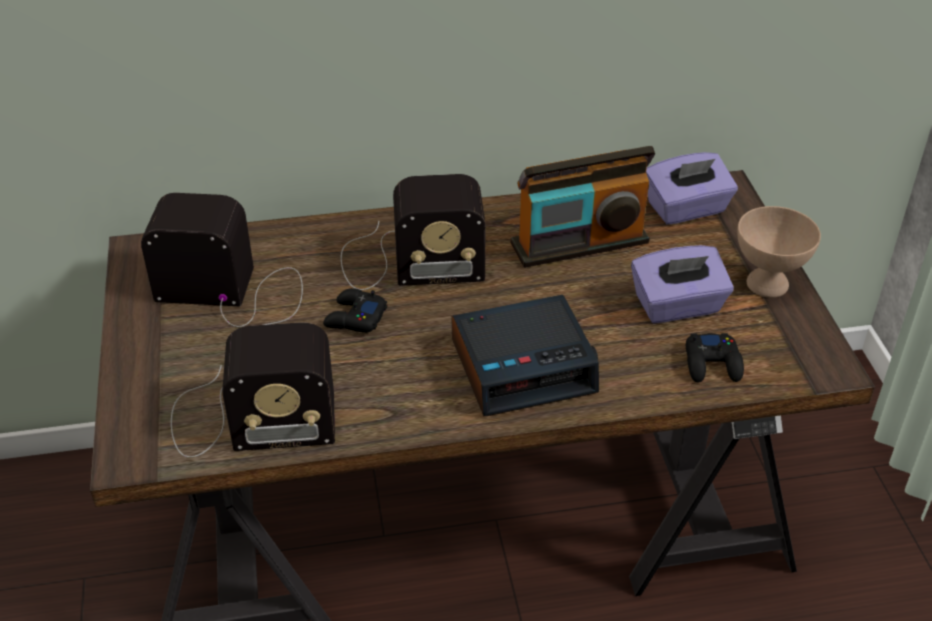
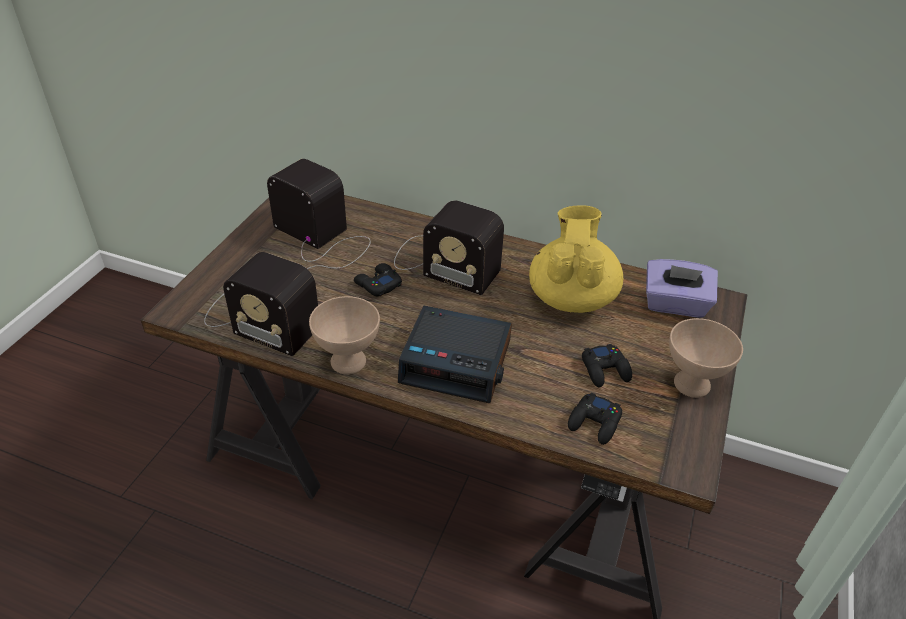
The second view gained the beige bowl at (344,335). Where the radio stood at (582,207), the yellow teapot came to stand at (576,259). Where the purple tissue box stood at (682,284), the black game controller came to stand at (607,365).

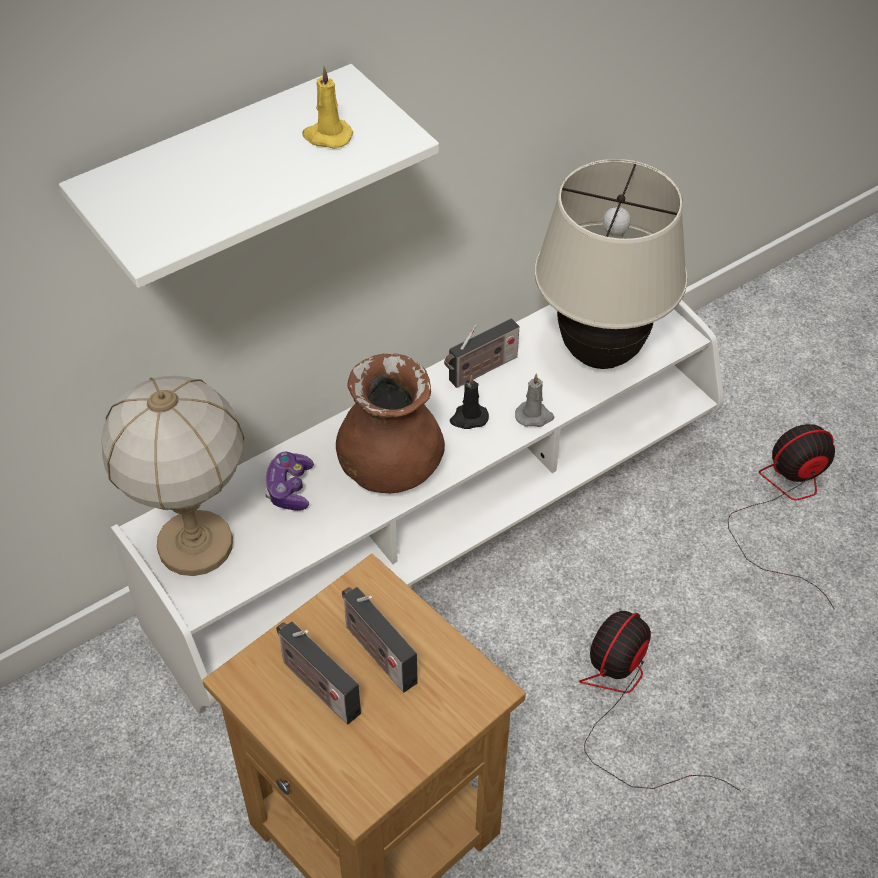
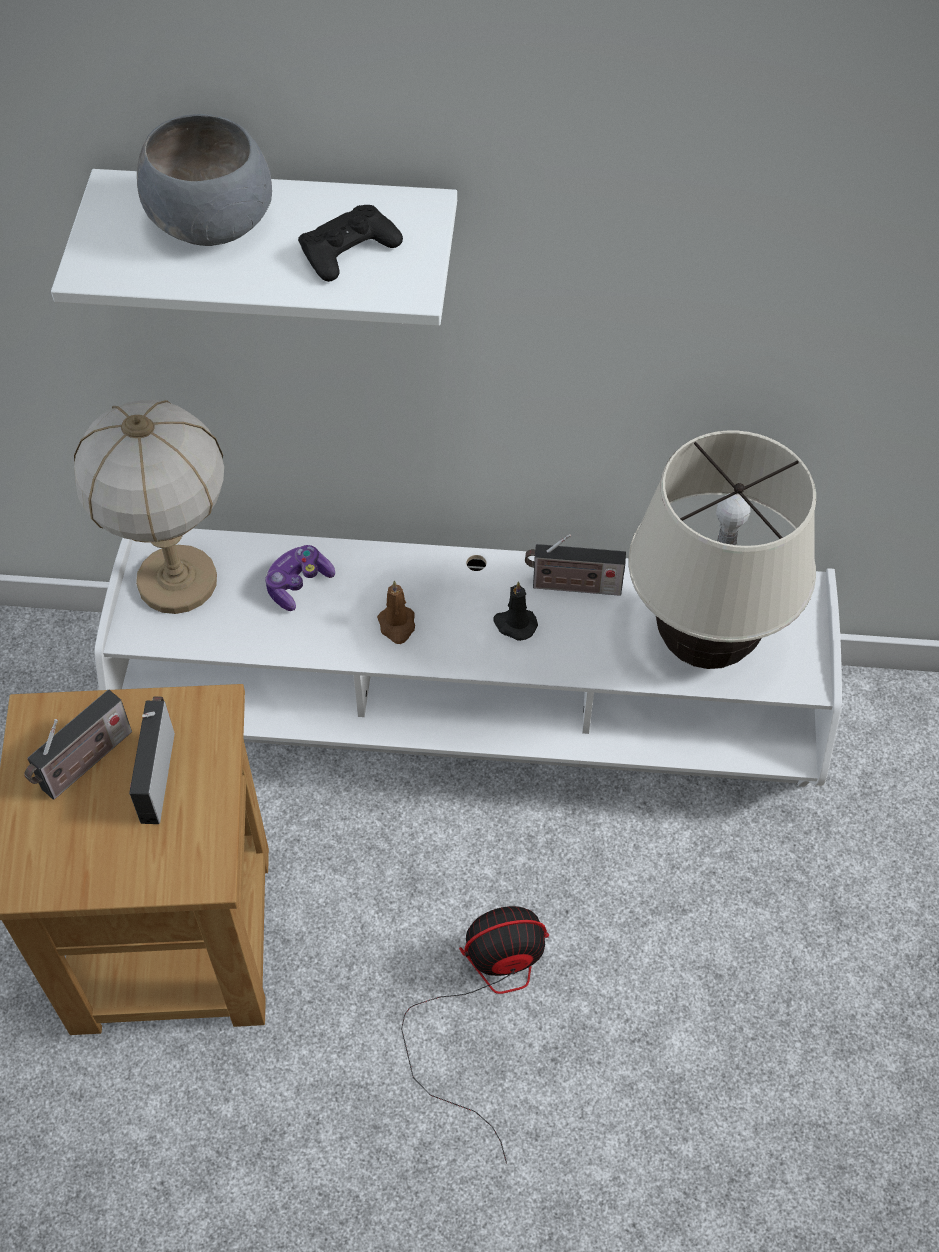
The radio at (318,673) ended up facing another way, 135 degrees counterclockwise from before. The second view gained the grey bowl at (204,180). Where the yellow candle stood at (327,107), the black game controller came to stand at (350,243). Where the brown vase stood at (390,423), the brown candle came to stand at (396,612). The second view lost the grey candle at (534,400). The second view lost the fan at (781,516).

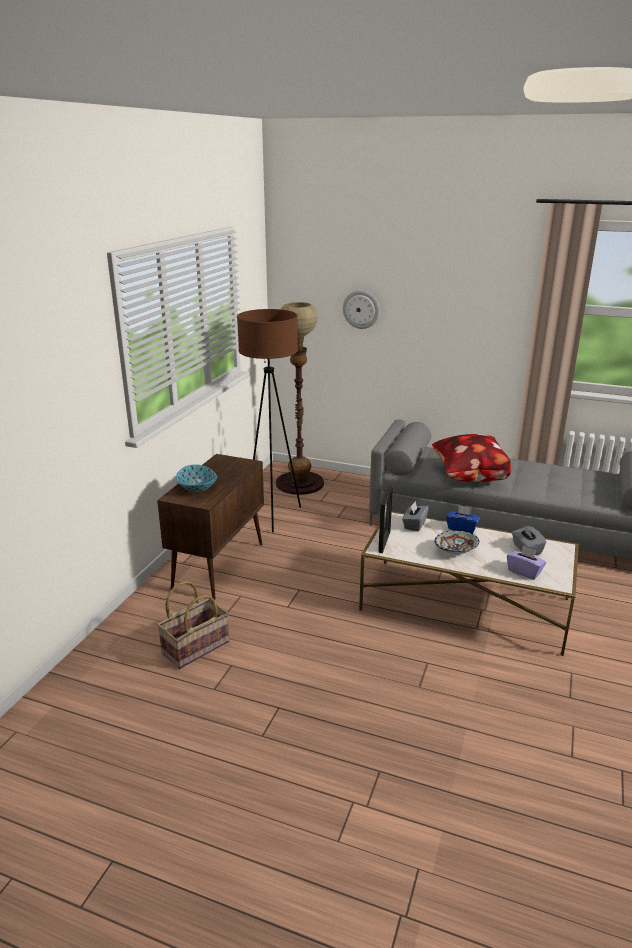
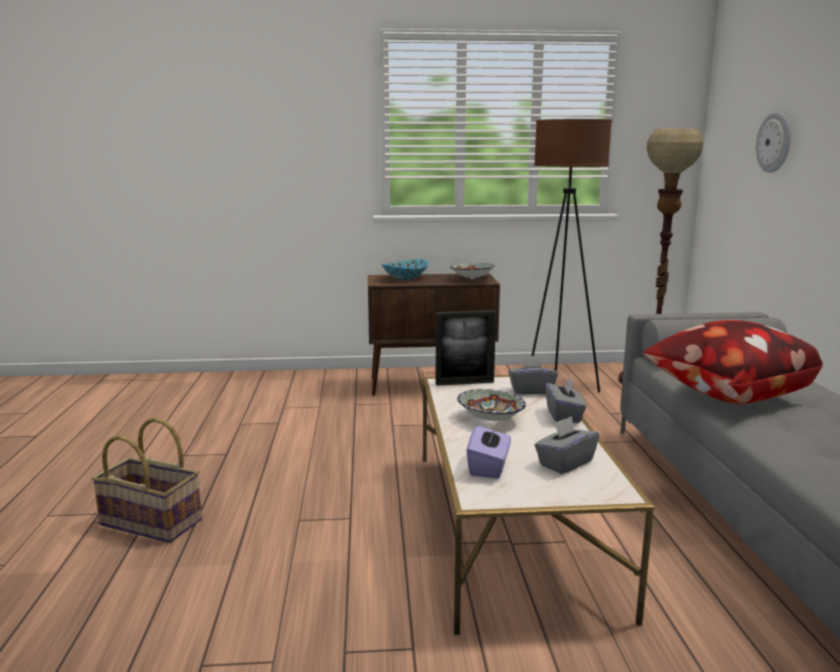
The basket ended up elsewhere, having gone from (193,625) to (147,480). The second view gained the bowl at (472,271). What was the blue tissue box at (463,519) turned into the grey tissue box at (565,400).

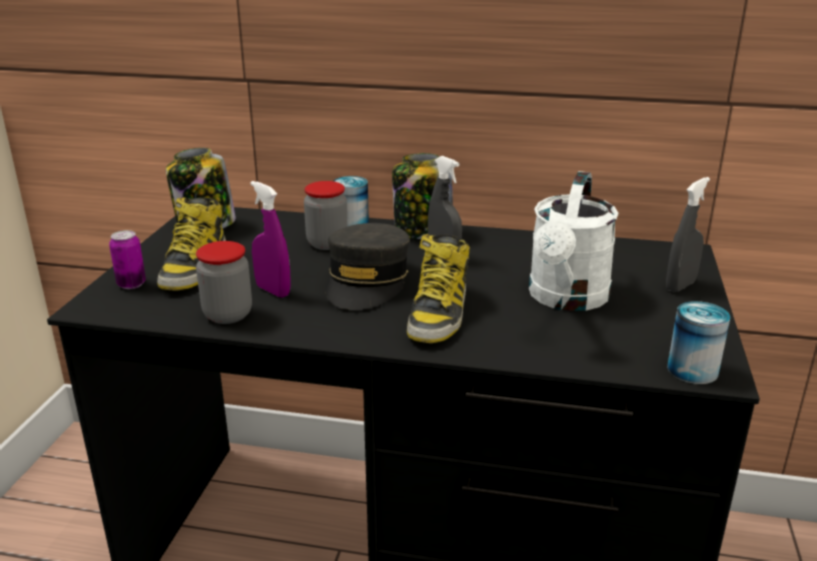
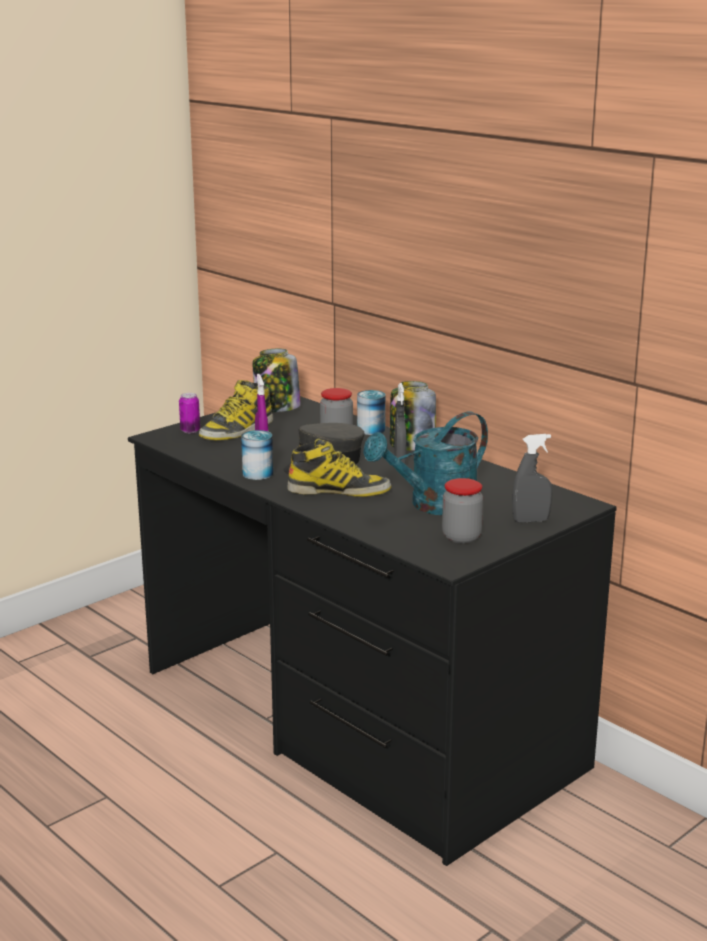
The can ended up elsewhere, having gone from (698,342) to (257,455). The boot at (438,288) ended up facing another way, 135 degrees counterclockwise from before. What was the white watering can at (574,241) turned into the turquoise watering can at (425,463). The jar ended up elsewhere, having gone from (224,282) to (462,511).

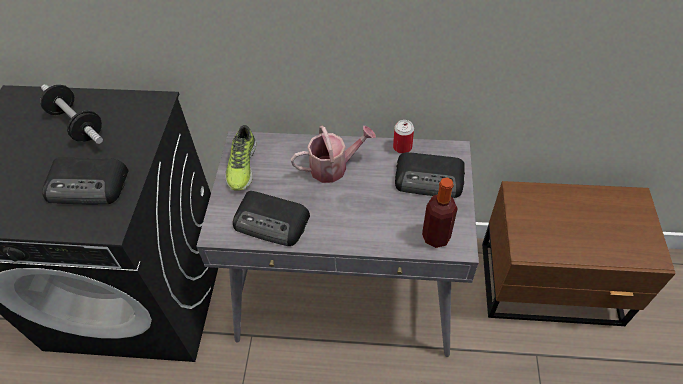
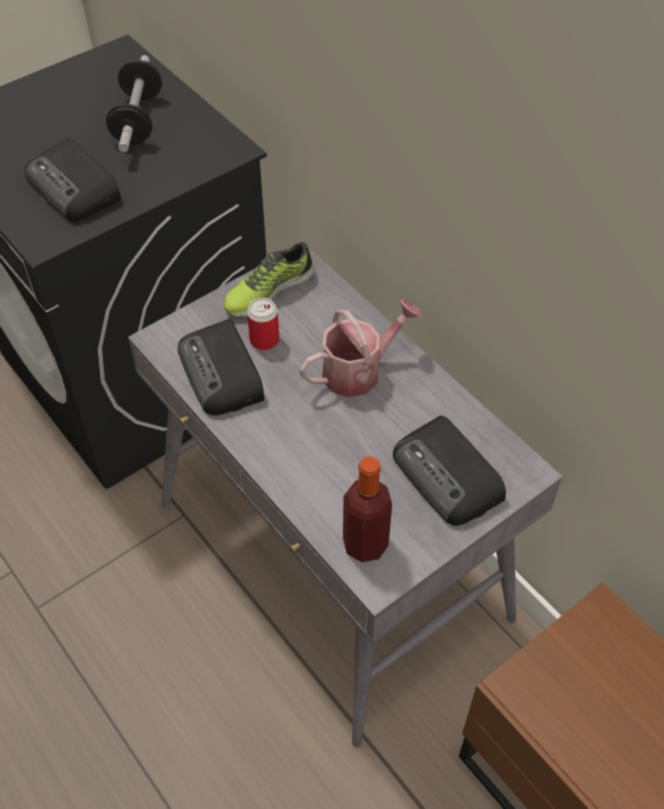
The can ended up elsewhere, having gone from (403,137) to (263,324). The watering can at (333,154) ended up facing another way, 60 degrees counterclockwise from before.

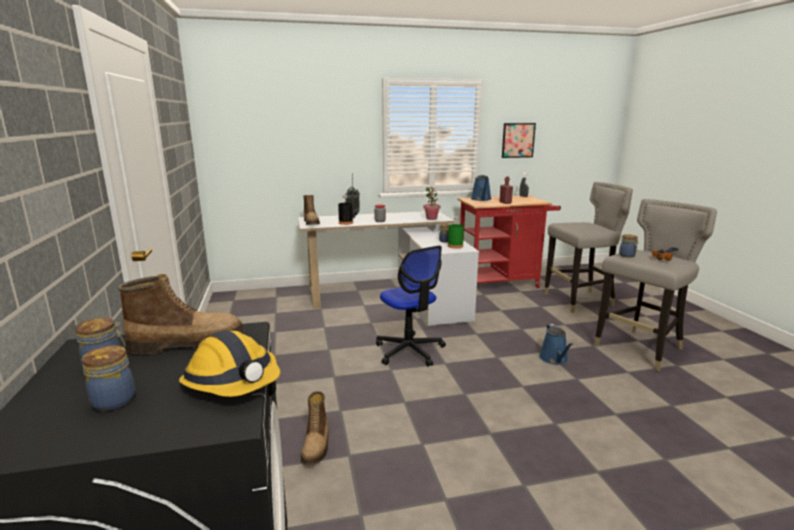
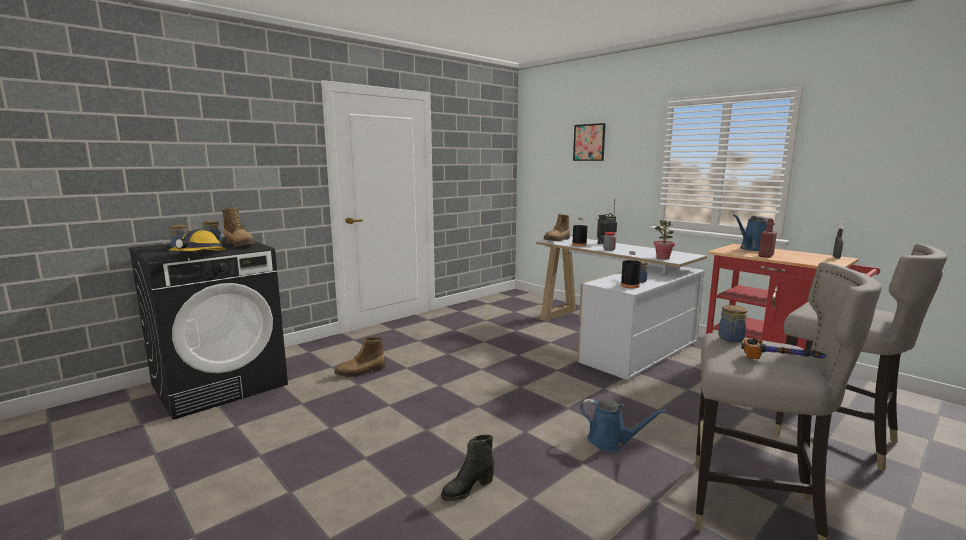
The second view gained the black boot at (467,468). The picture ended up elsewhere, having gone from (519,140) to (589,142). The blue watering can at (556,344) ended up facing another way, 120 degrees counterclockwise from before. What was the green bottle at (456,232) turned into the black bottle at (631,269). The second view lost the office chair at (411,306).

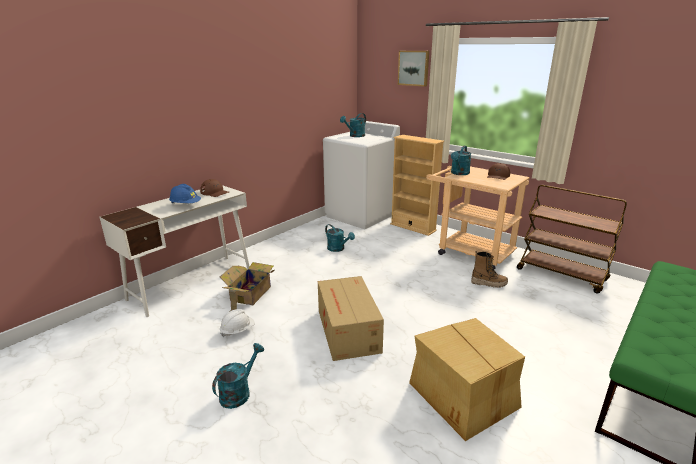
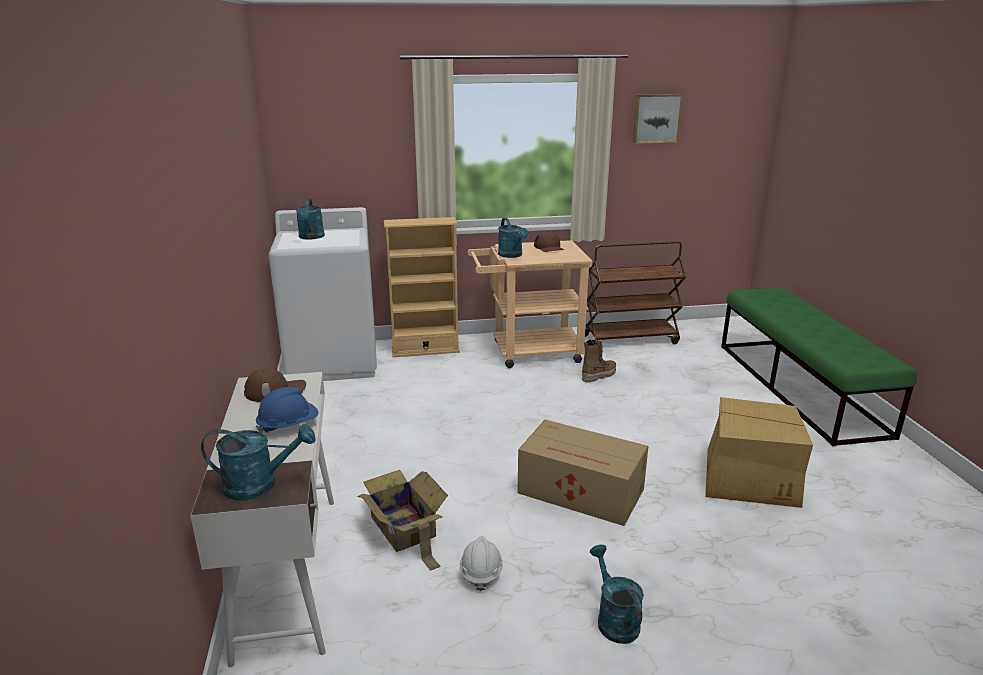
The turquoise watering can ended up elsewhere, having gone from (340,238) to (258,462). The picture ended up elsewhere, having gone from (413,69) to (658,119).

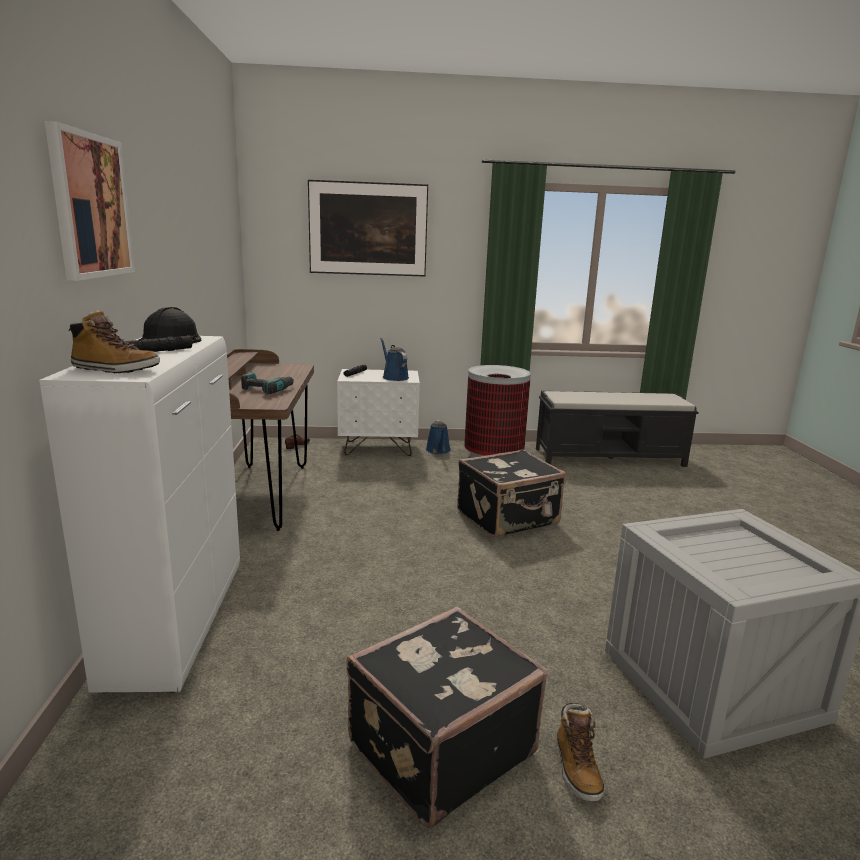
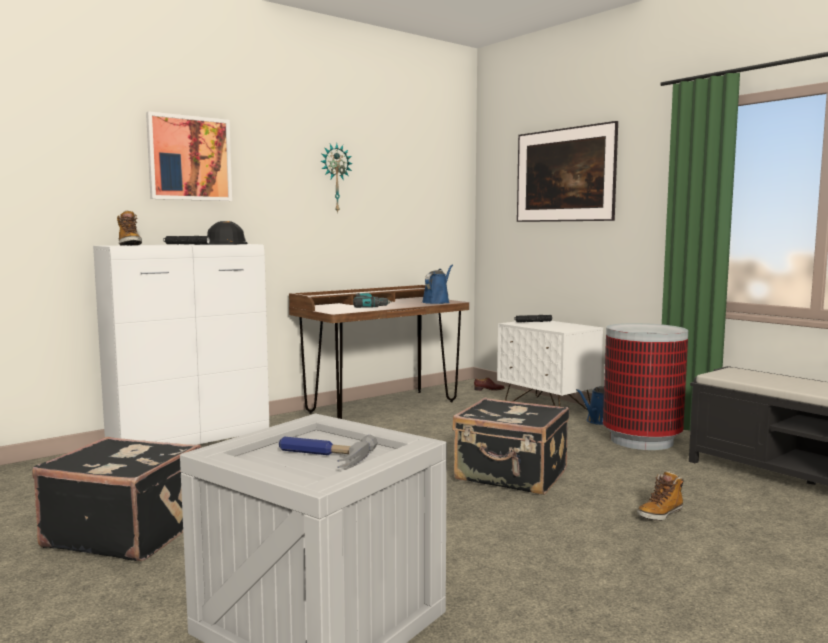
The second view gained the hammer at (328,451). The second view gained the wall clock at (336,178). The blue watering can ended up elsewhere, having gone from (394,359) to (437,284). The boot ended up elsewhere, having gone from (581,752) to (660,496).

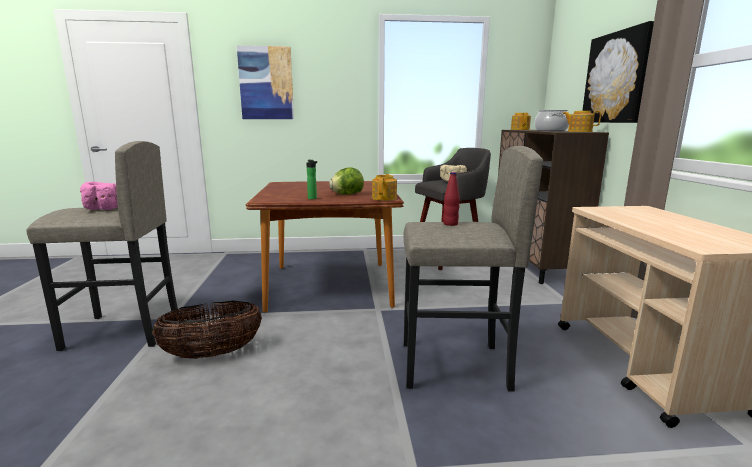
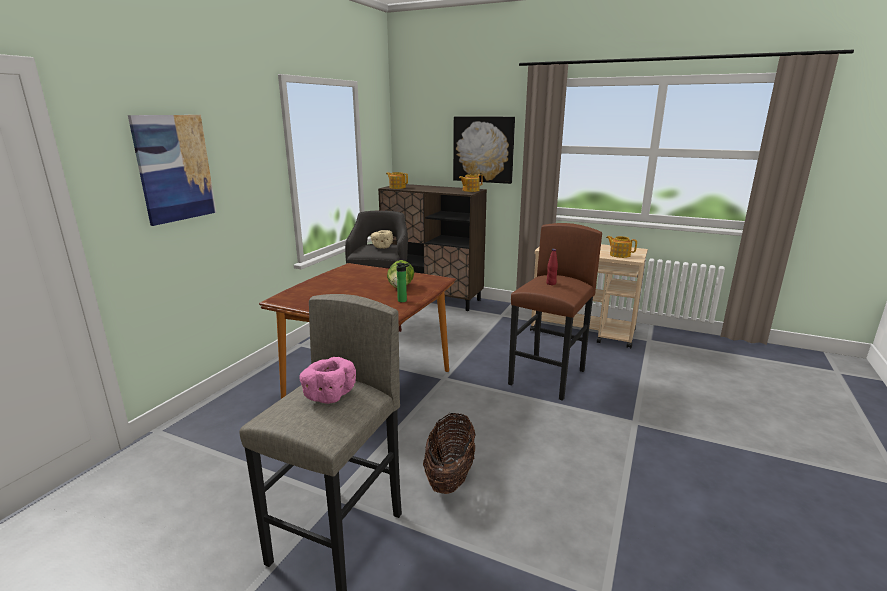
What was the grey stool at (473,269) turned into the brown stool at (555,312). The teapot ended up elsewhere, having gone from (384,187) to (621,247). The second view lost the cooking pot at (552,120).

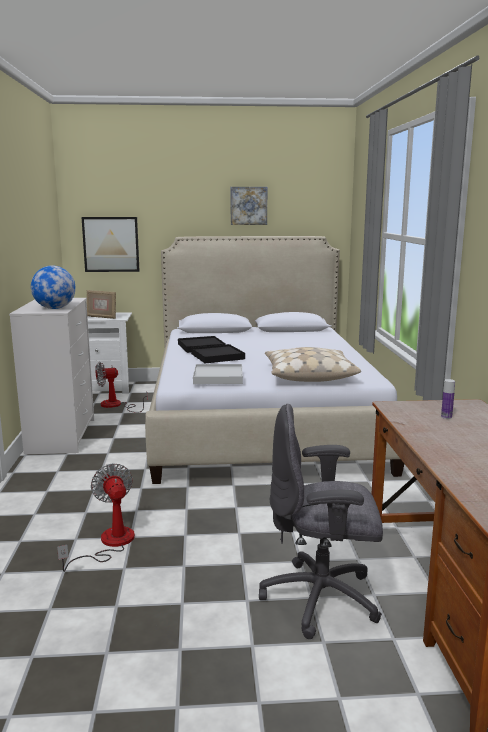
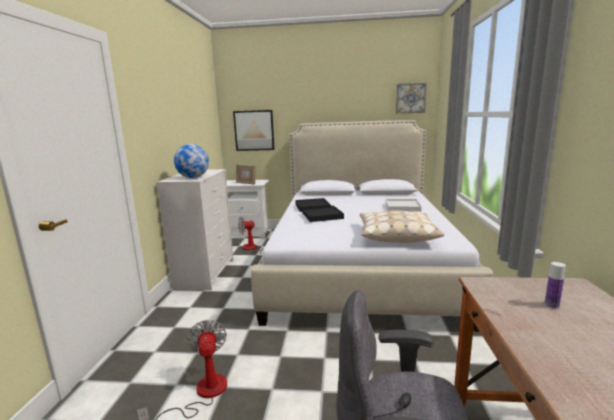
The white tray ended up elsewhere, having gone from (218,374) to (403,205). The picture ended up elsewhere, having gone from (248,206) to (411,98).

